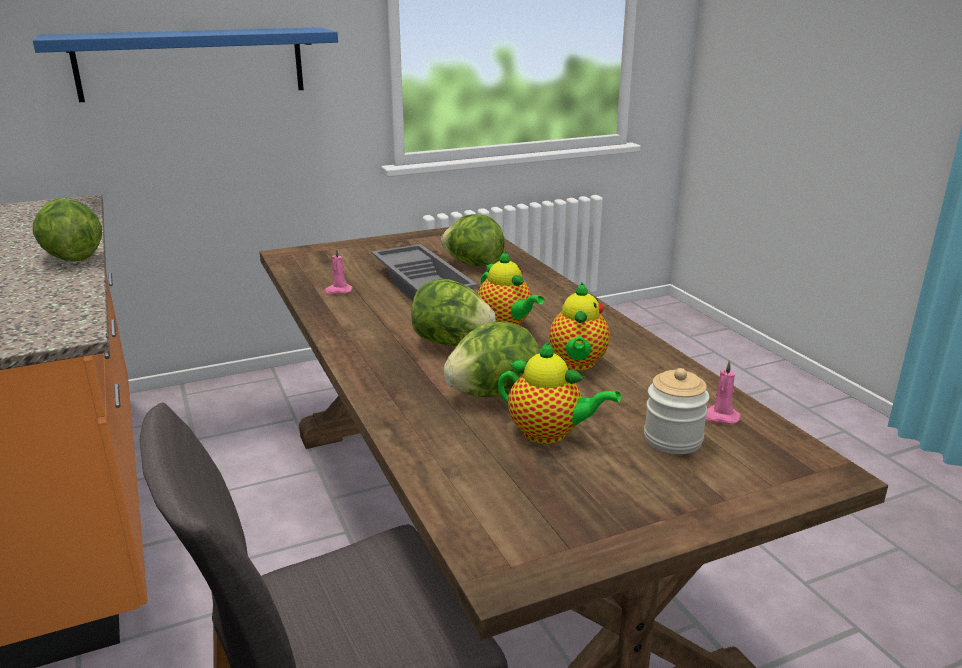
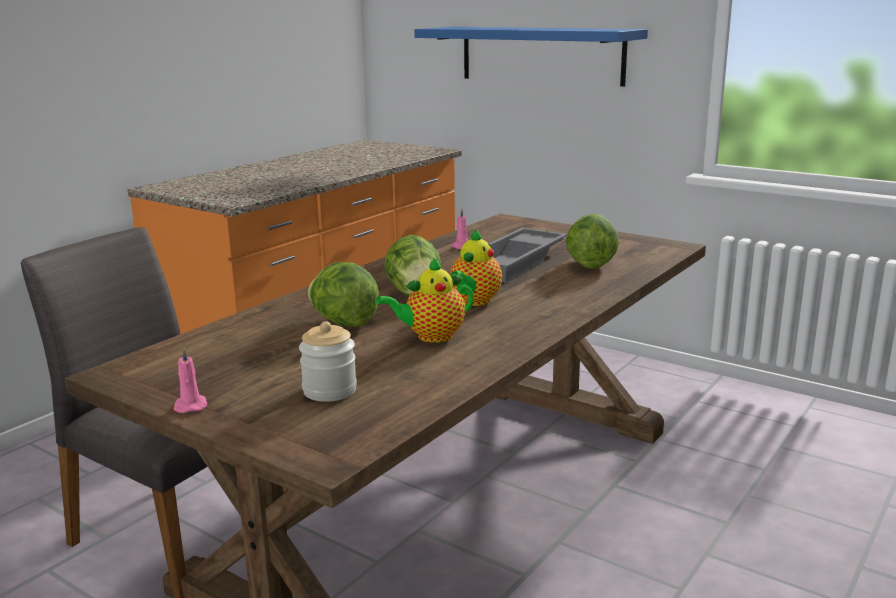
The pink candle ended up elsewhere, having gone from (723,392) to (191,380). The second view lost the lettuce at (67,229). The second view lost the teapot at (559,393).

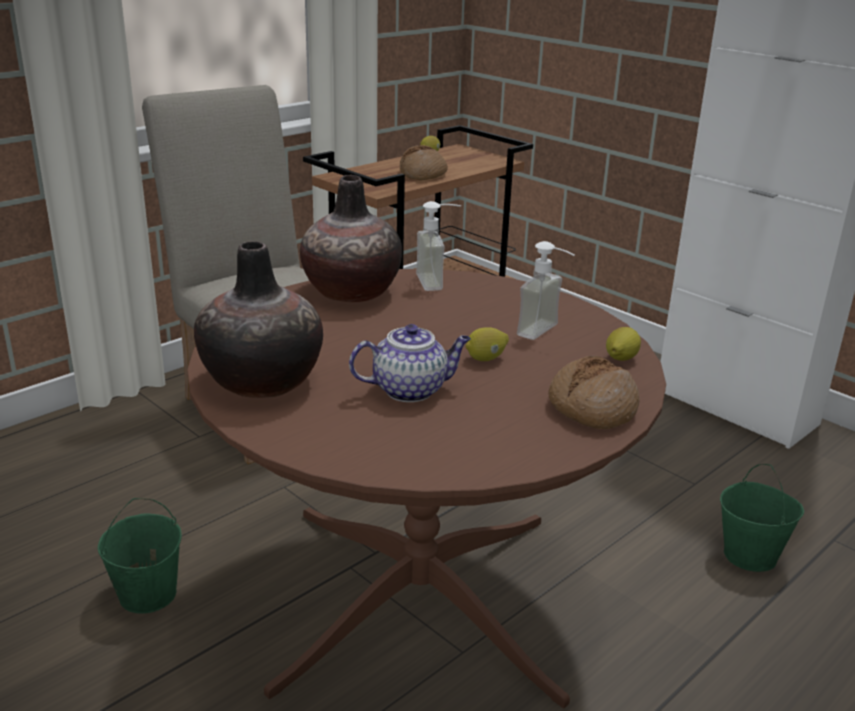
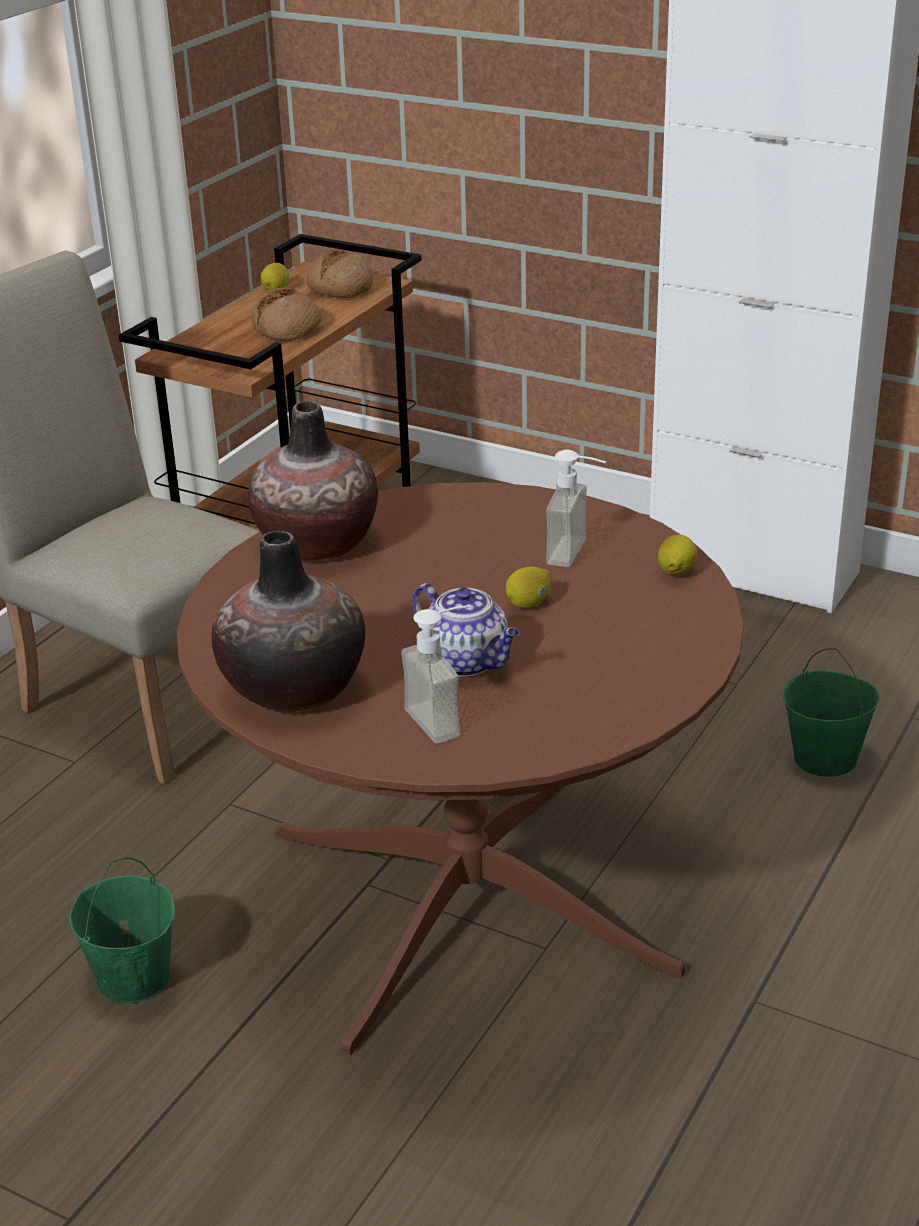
The bread ended up elsewhere, having gone from (594,392) to (339,273). The soap dispenser ended up elsewhere, having gone from (438,246) to (435,674). The teapot at (410,363) ended up facing another way, 75 degrees clockwise from before.

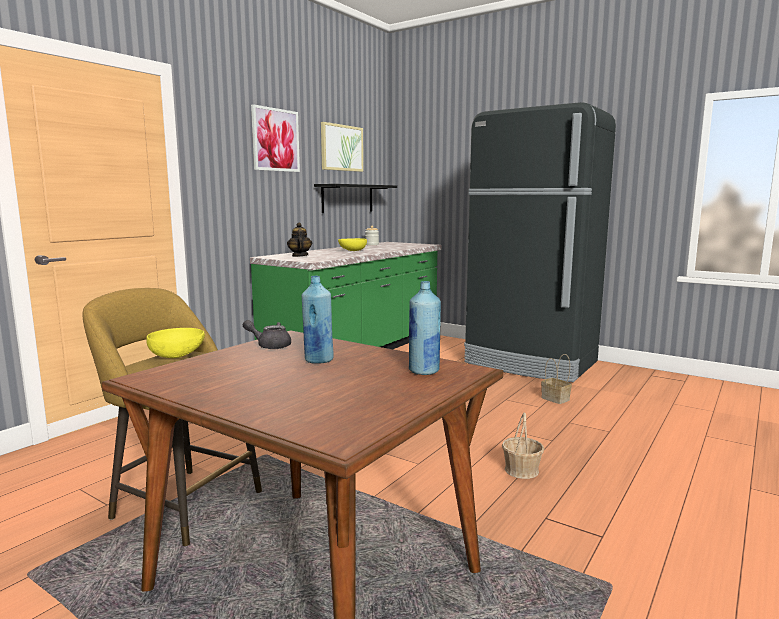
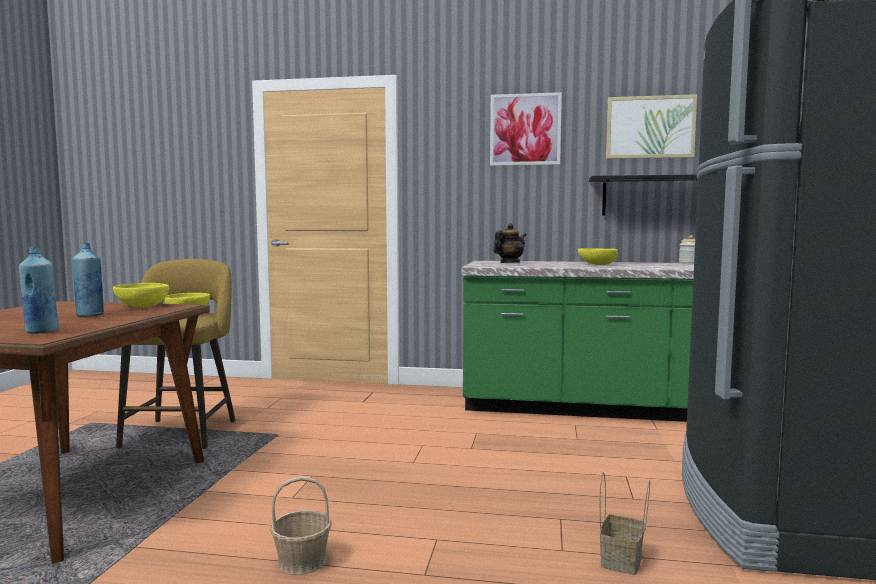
Where the grey teapot stood at (267,334), the yellow bowl came to stand at (141,295).

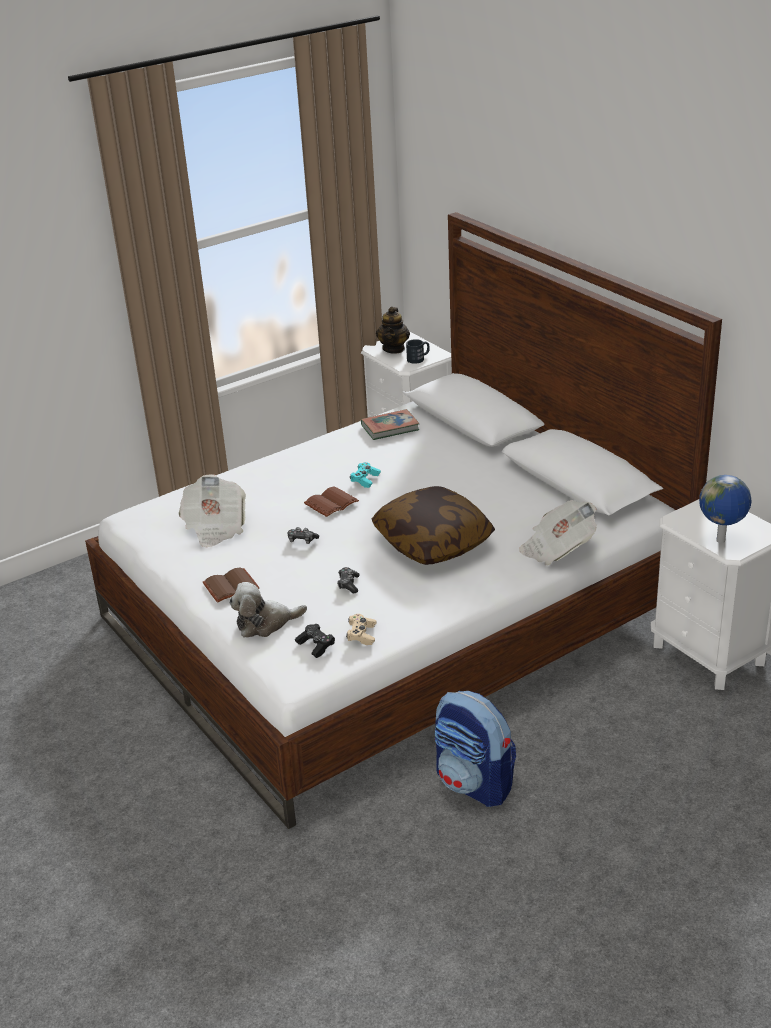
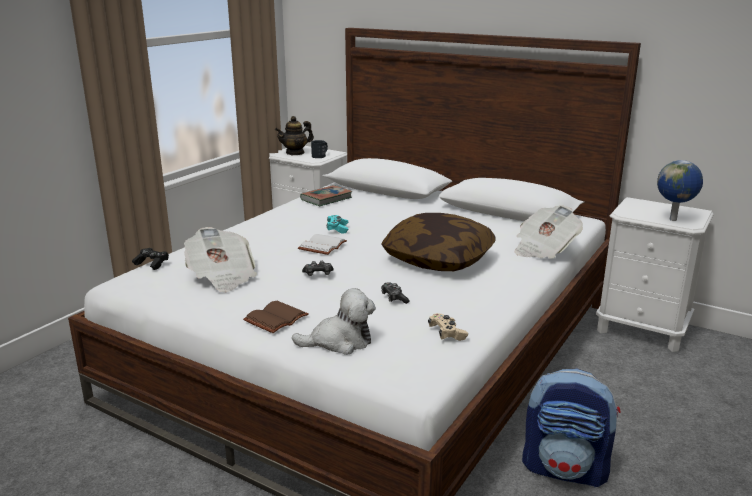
The black game controller ended up elsewhere, having gone from (315,641) to (150,259). The teapot at (393,330) ended up facing another way, 75 degrees clockwise from before. The plush toy at (268,609) ended up facing another way, 150 degrees counterclockwise from before. What was the brown book at (331,501) turned into the white book at (322,244).

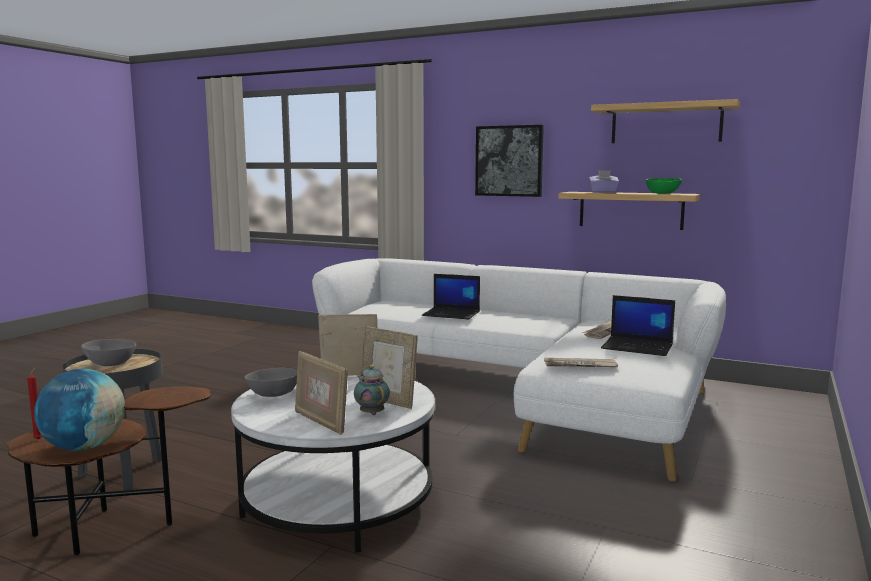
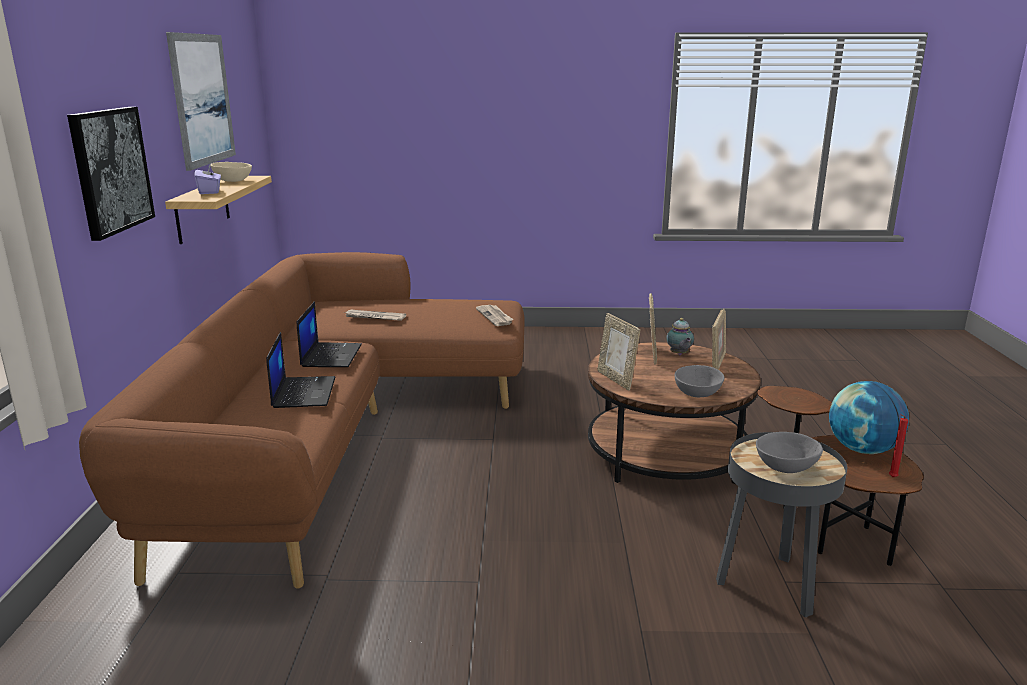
What was the white sofa at (519,370) turned into the brown sofa at (301,420). Where the shelf hung at (665,121), the picture came to hang at (201,101). What was the green bowl at (664,186) turned into the beige bowl at (231,172). The laptop ended up elsewhere, having gone from (638,325) to (329,334). What was the white coffee table at (333,464) turned into the brown coffee table at (674,413). The teapot at (372,390) ended up facing another way, 45 degrees counterclockwise from before.

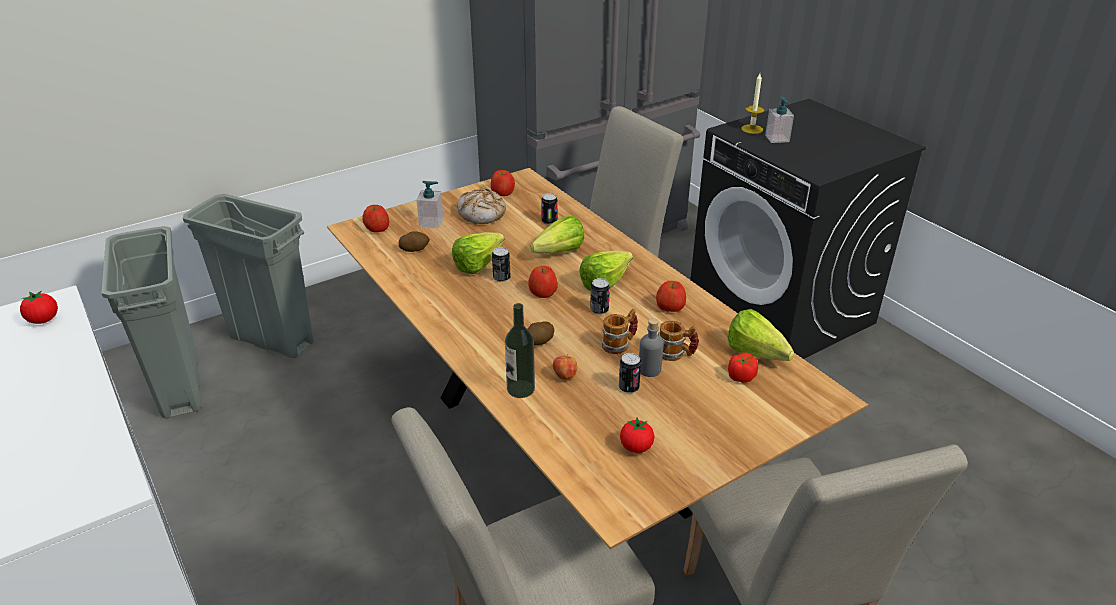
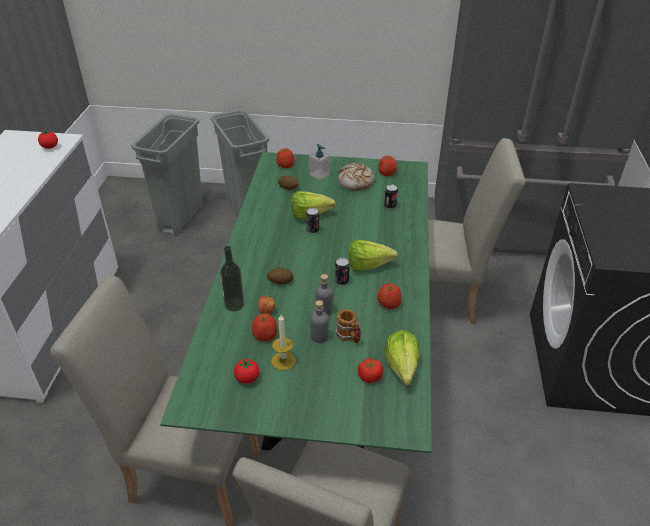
What was the brown dining table at (597,359) turned into the green dining table at (296,302). The apple ended up elsewhere, having gone from (543,282) to (264,328). The candle ended up elsewhere, having gone from (752,104) to (283,342). Where the mug stood at (620,331), the grey bottle came to stand at (324,294). The second view lost the lettuce at (557,235). The second view lost the can at (630,373). The second view lost the soap dispenser at (779,120).

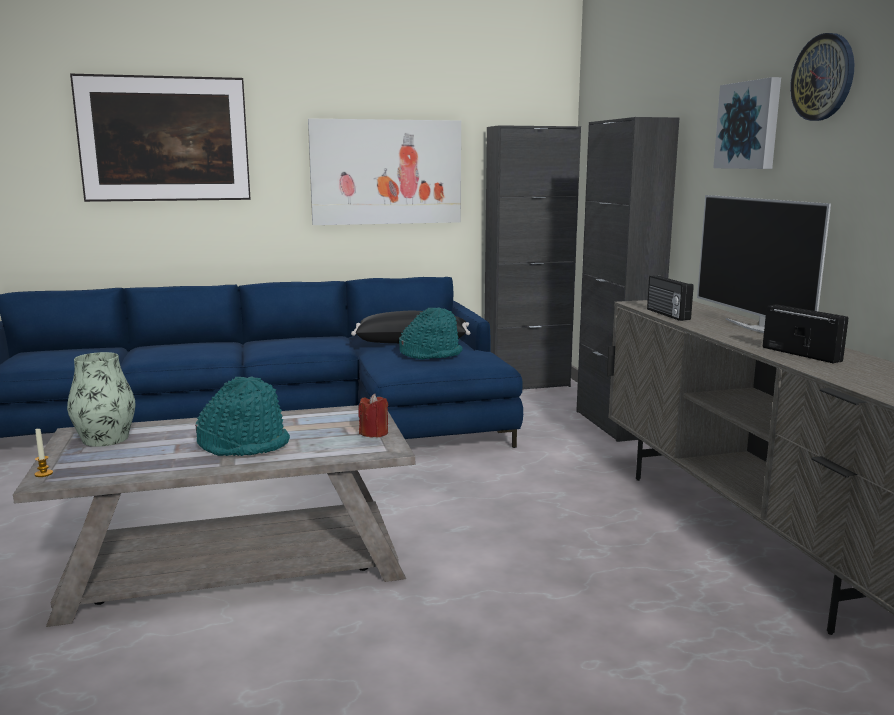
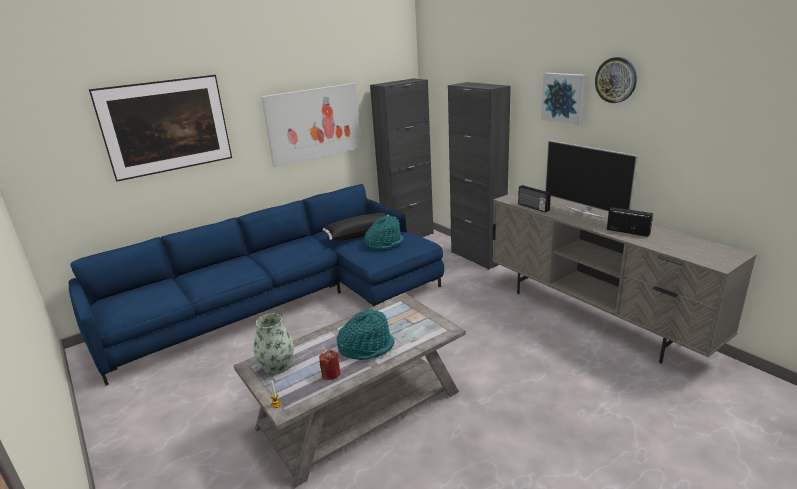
The red candle ended up elsewhere, having gone from (373,416) to (329,365).

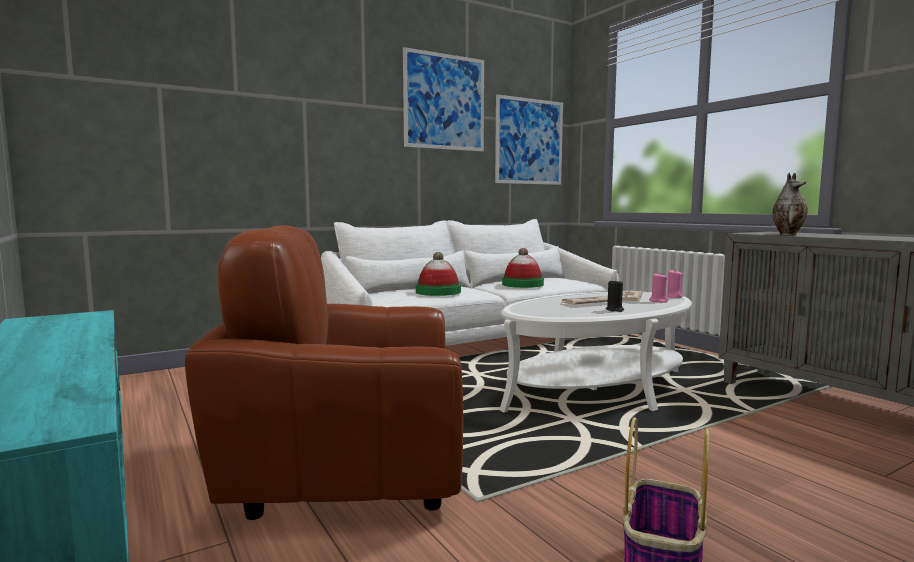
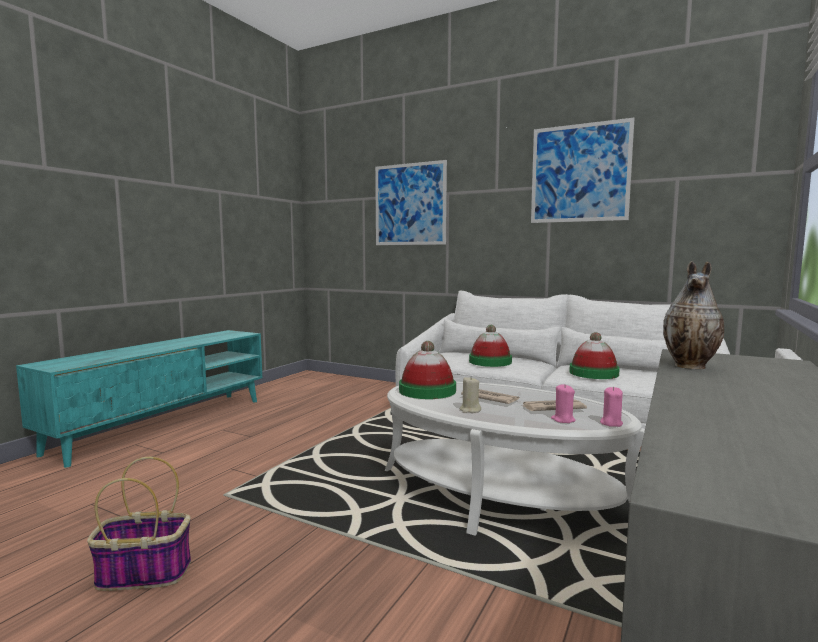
The picture ended up elsewhere, having gone from (529,139) to (411,202). The second view gained the hat at (427,370). What was the black candle at (615,296) turned into the beige candle at (470,395). The second view lost the brown armchair at (324,372).

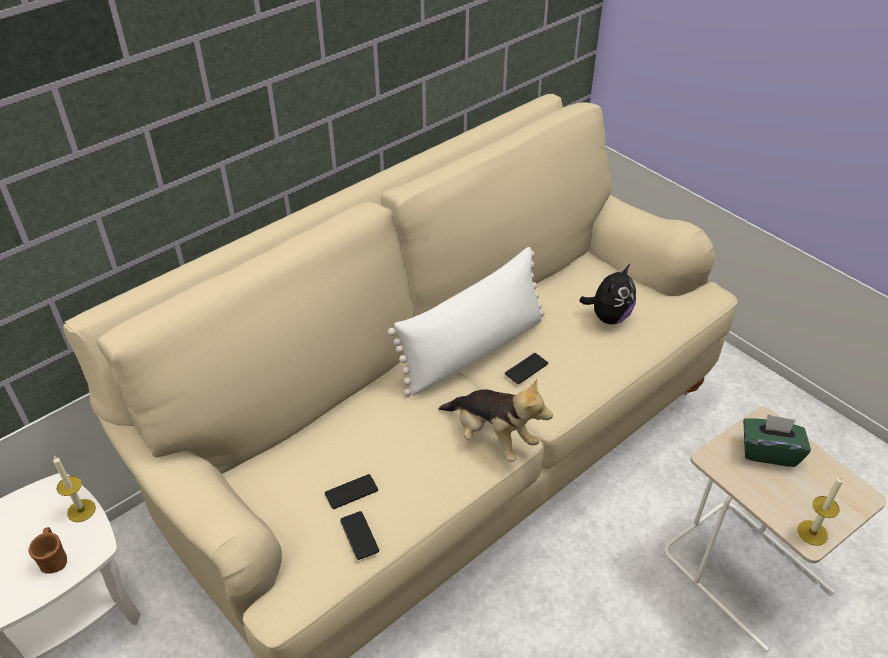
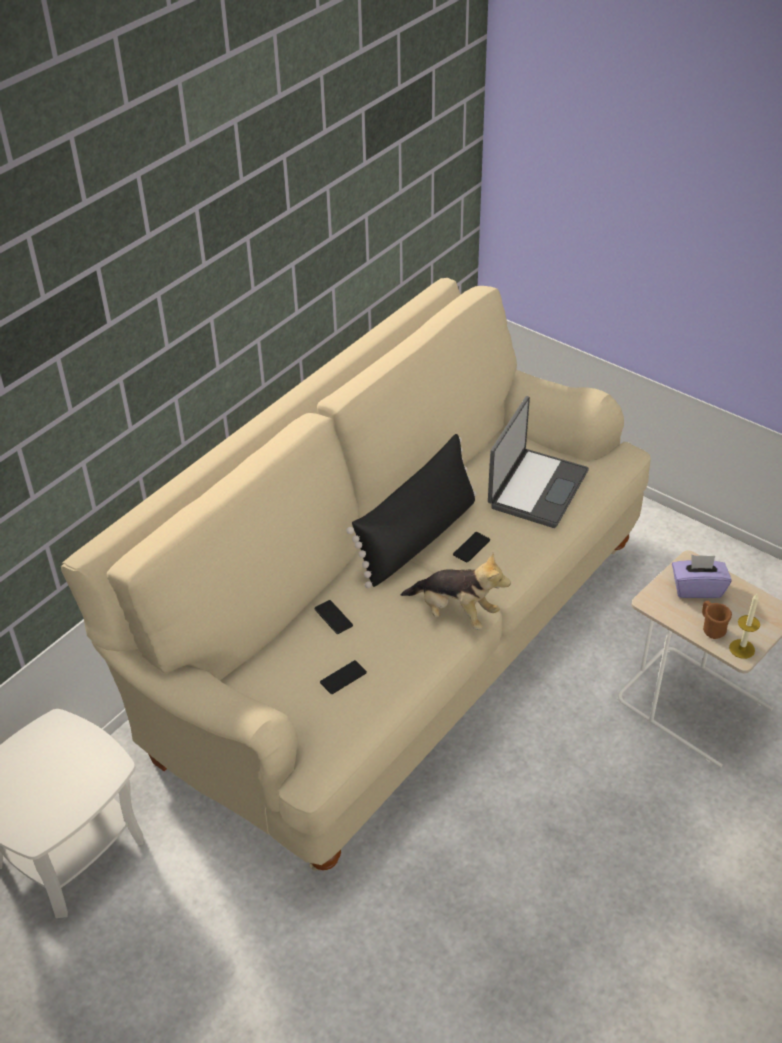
The phone ended up elsewhere, having gone from (359,535) to (333,617). What was the white pillow at (466,321) turned into the black pillow at (411,511). Where the plush toy stood at (607,294), the laptop came to stand at (538,462). What was the green tissue box at (777,440) turned into the purple tissue box at (702,576). The brown mug ended up elsewhere, having gone from (47,550) to (717,620). The second view lost the candle at (74,489).

